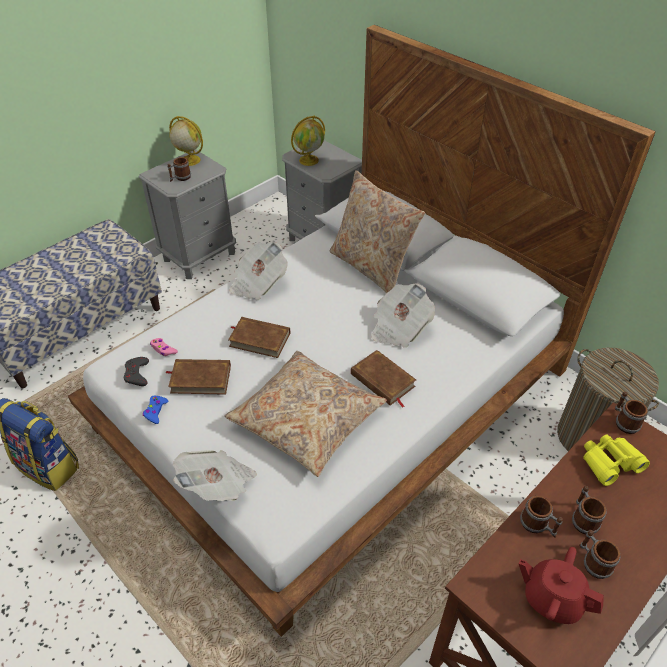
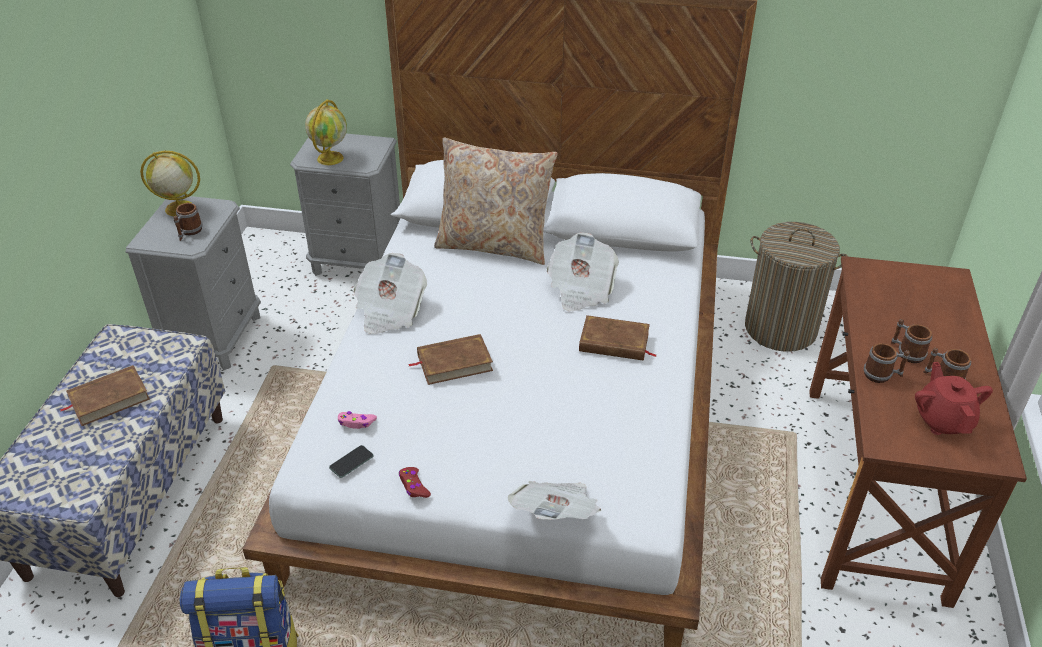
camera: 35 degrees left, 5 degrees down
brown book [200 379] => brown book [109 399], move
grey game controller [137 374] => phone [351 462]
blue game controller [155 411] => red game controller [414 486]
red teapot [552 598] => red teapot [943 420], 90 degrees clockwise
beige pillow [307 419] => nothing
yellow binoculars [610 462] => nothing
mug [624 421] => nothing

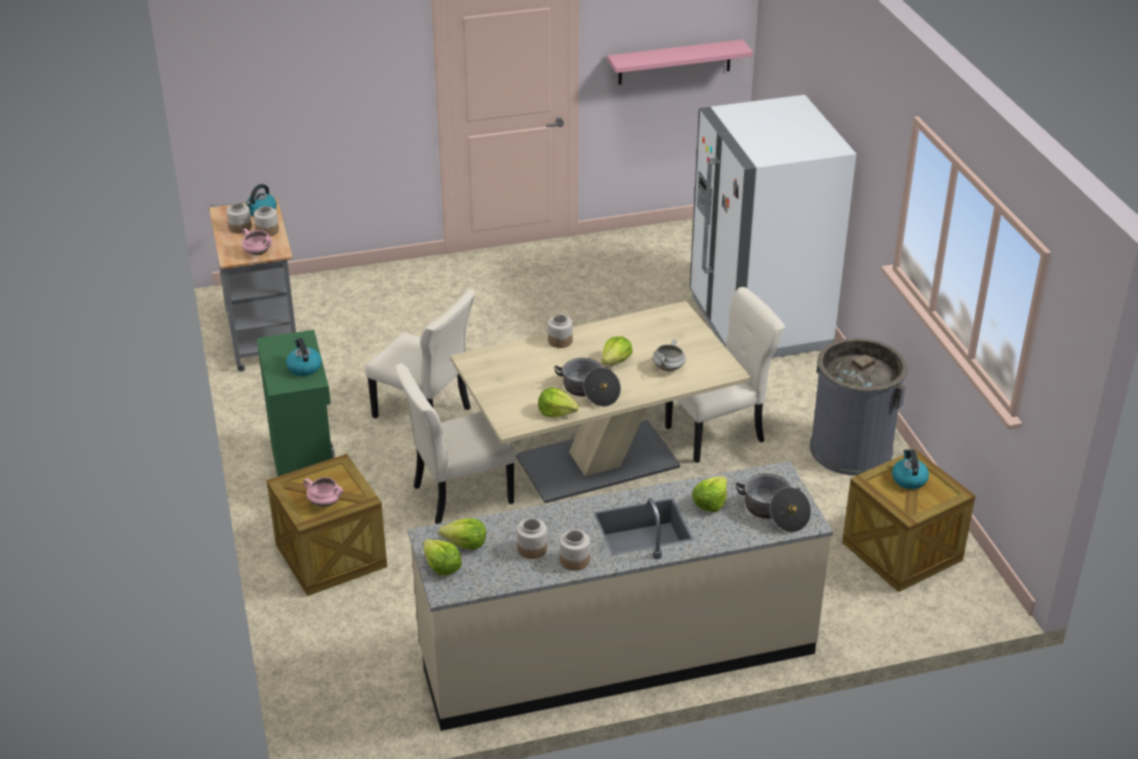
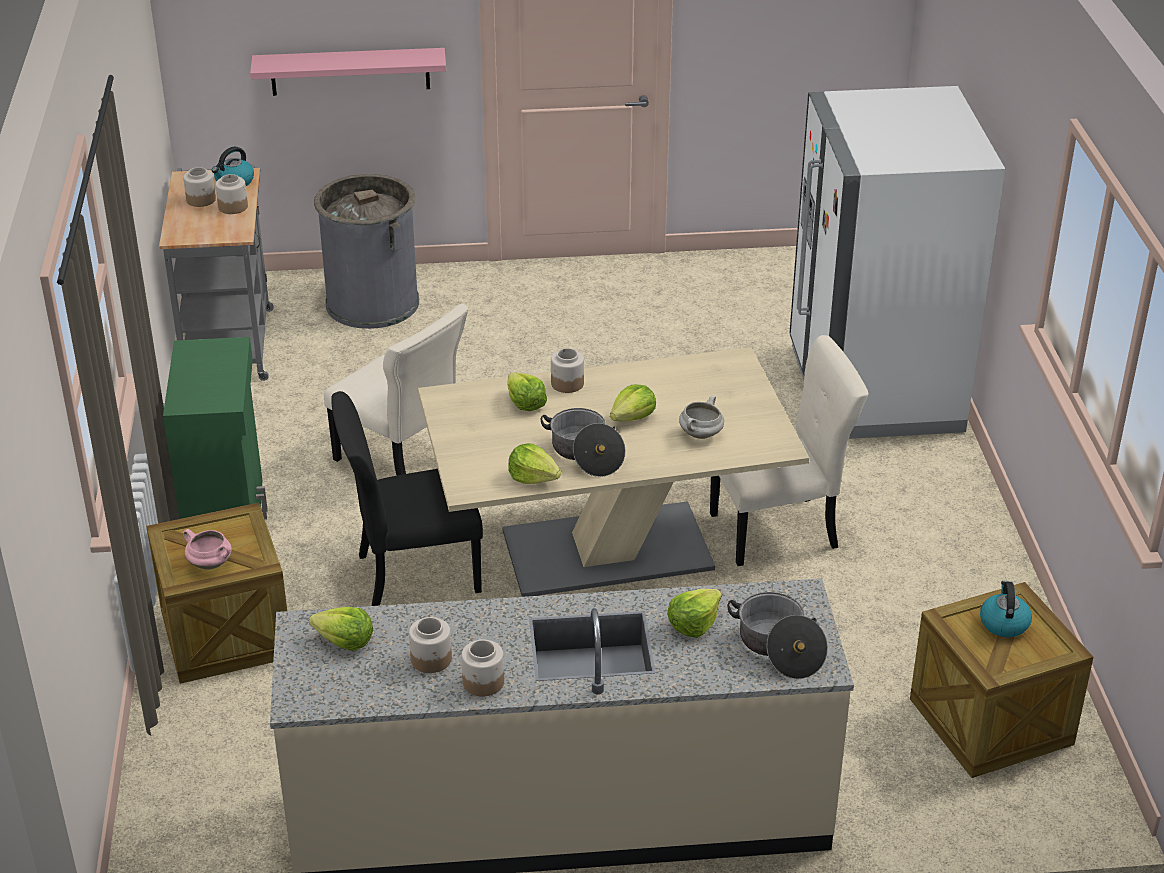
camera: 10 degrees right, 0 degrees up
pink shelf [674 62] => pink shelf [350 71], move
grey trash can [851 449] => grey trash can [372 303], move
beige chair [458 495] => black chair [413 574]
lettuce [441 566] => lettuce [525 403], move
pink cooking pot [257 252] => nothing
kettle [304 367] => nothing

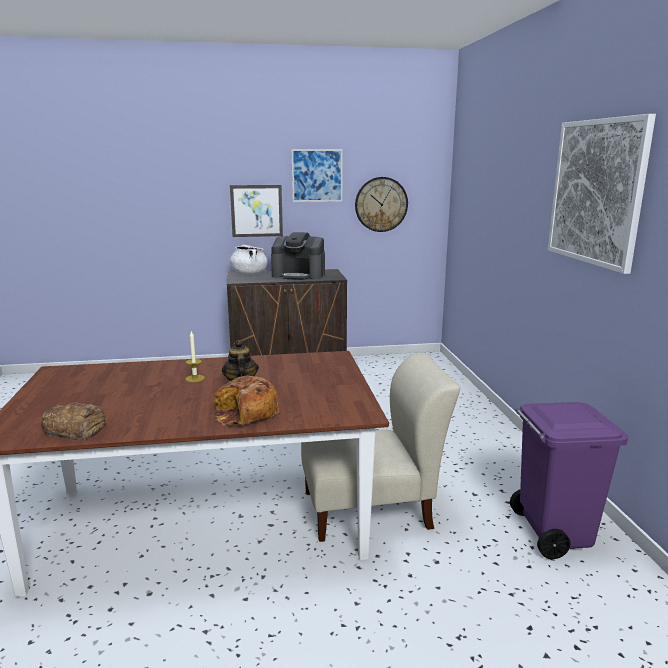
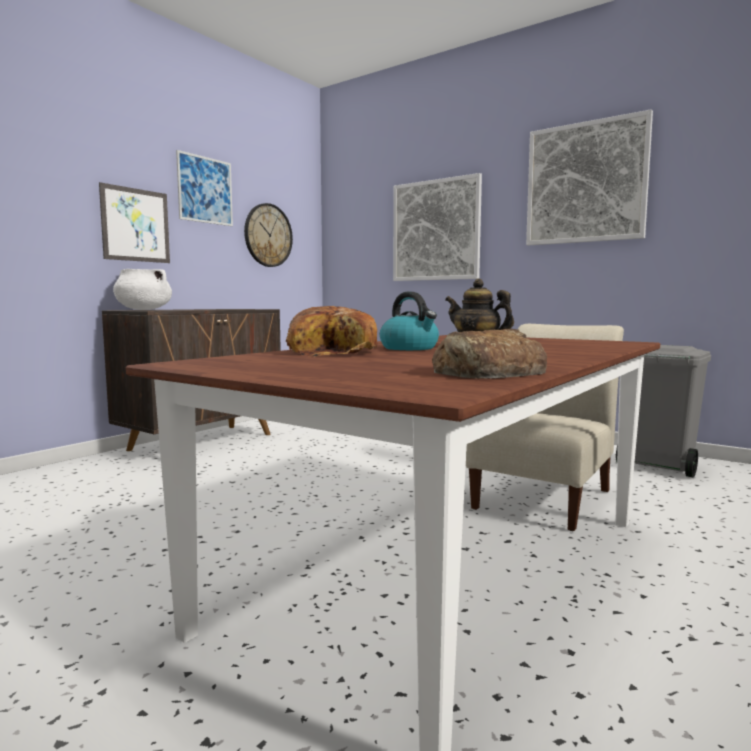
camera: 45 degrees left, 10 degrees down
bread [245 413] => bread [335 352], move
candle [195 378] => kettle [410 348]
nothing => picture [436 230]
purple trash can [553 532] => grey trash can [658 466]
coffee machine [299 275] => nothing

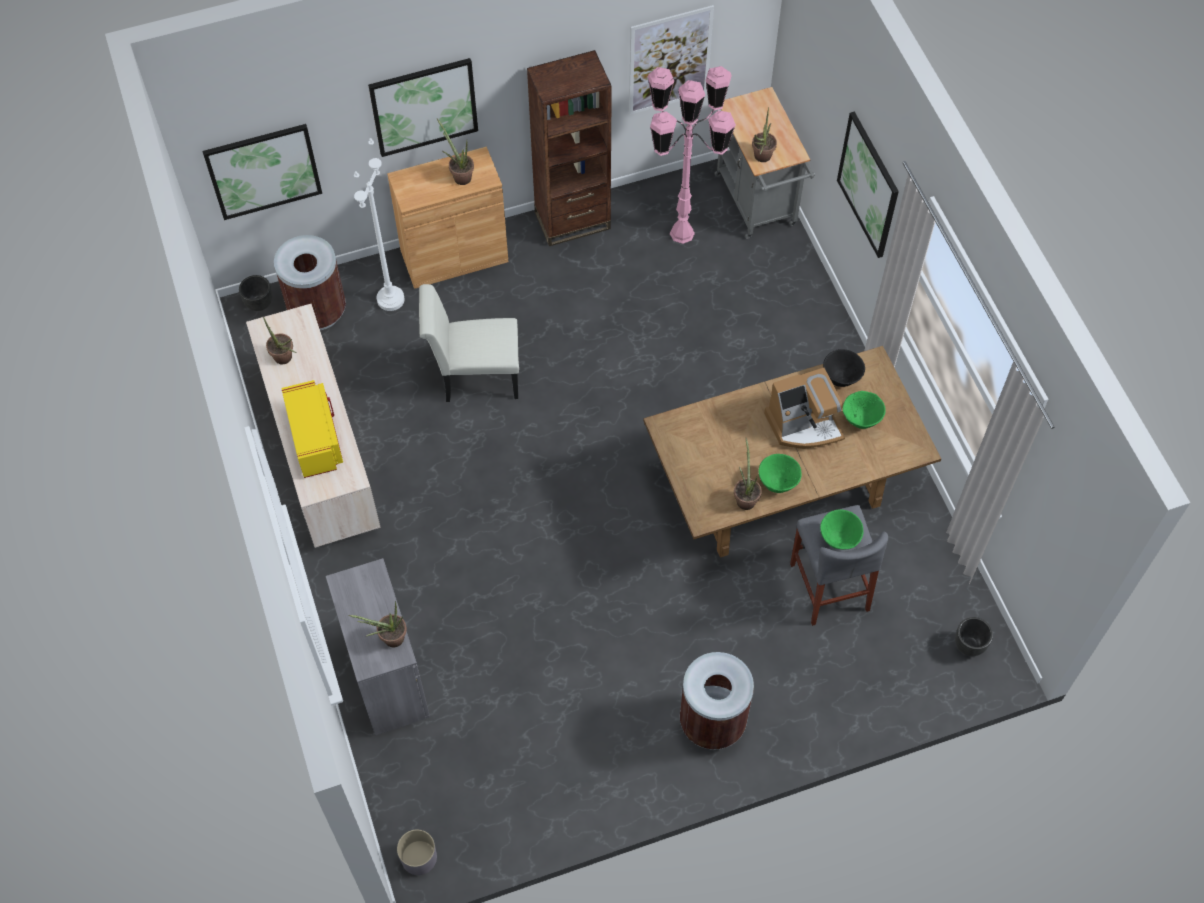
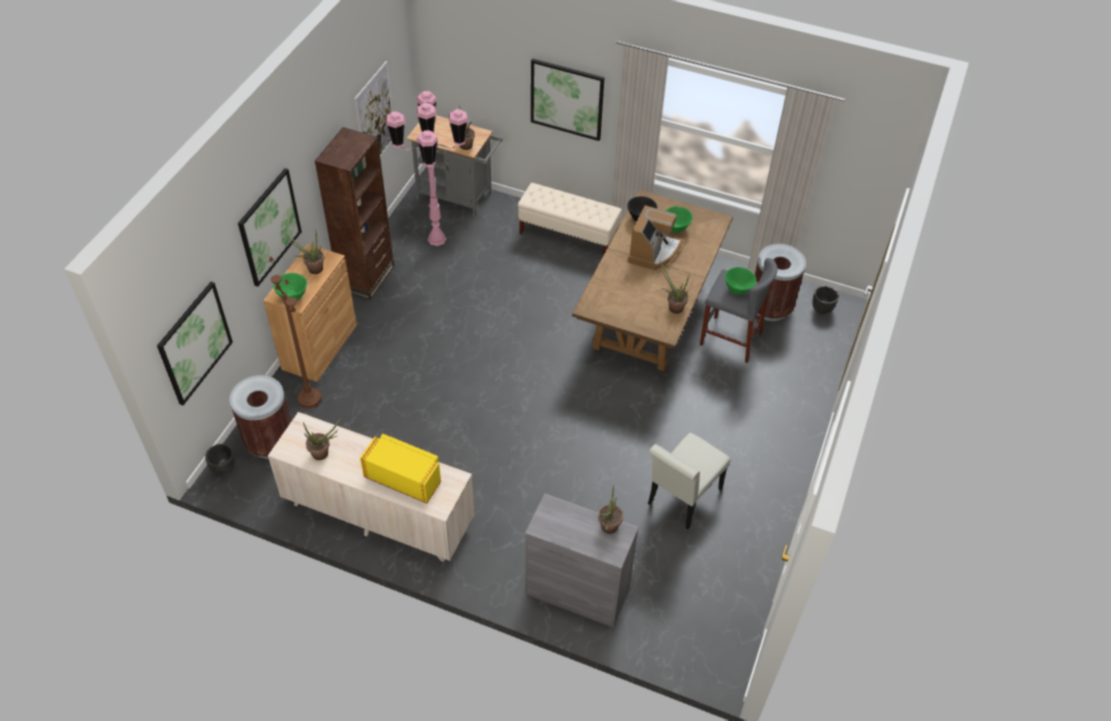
camera: 50 degrees left, 10 degrees down
white floor lamp [390 300] => brown floor lamp [310 399]
green bowl [778 483] => green bowl [293 297], move
nothing => beige bench [568 236]
white chair [474 377] => white chair [681 500], move
brown trash can [712 722] => brown trash can [770 308], move
grey planter [418 857] => nothing

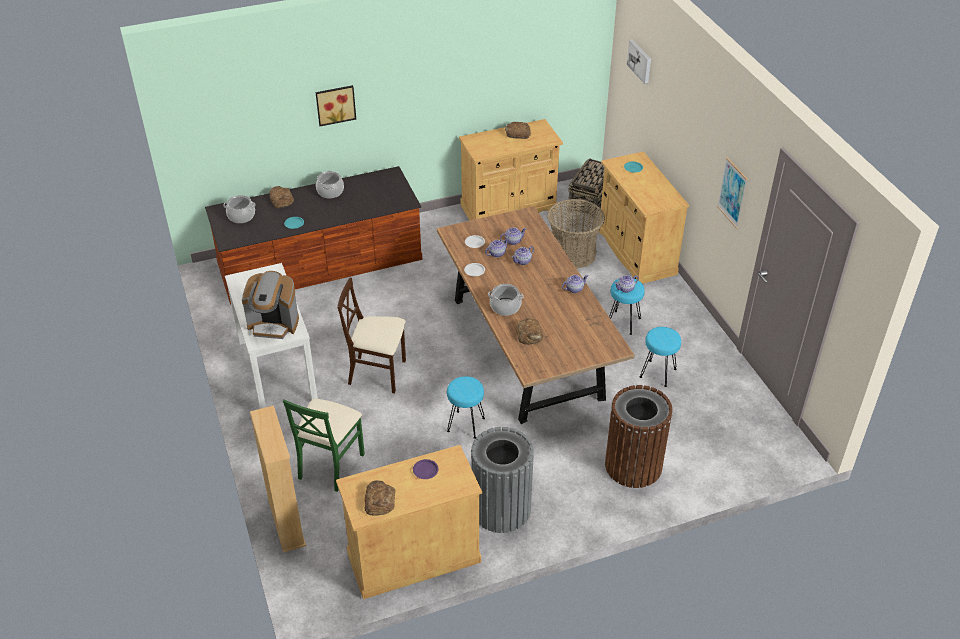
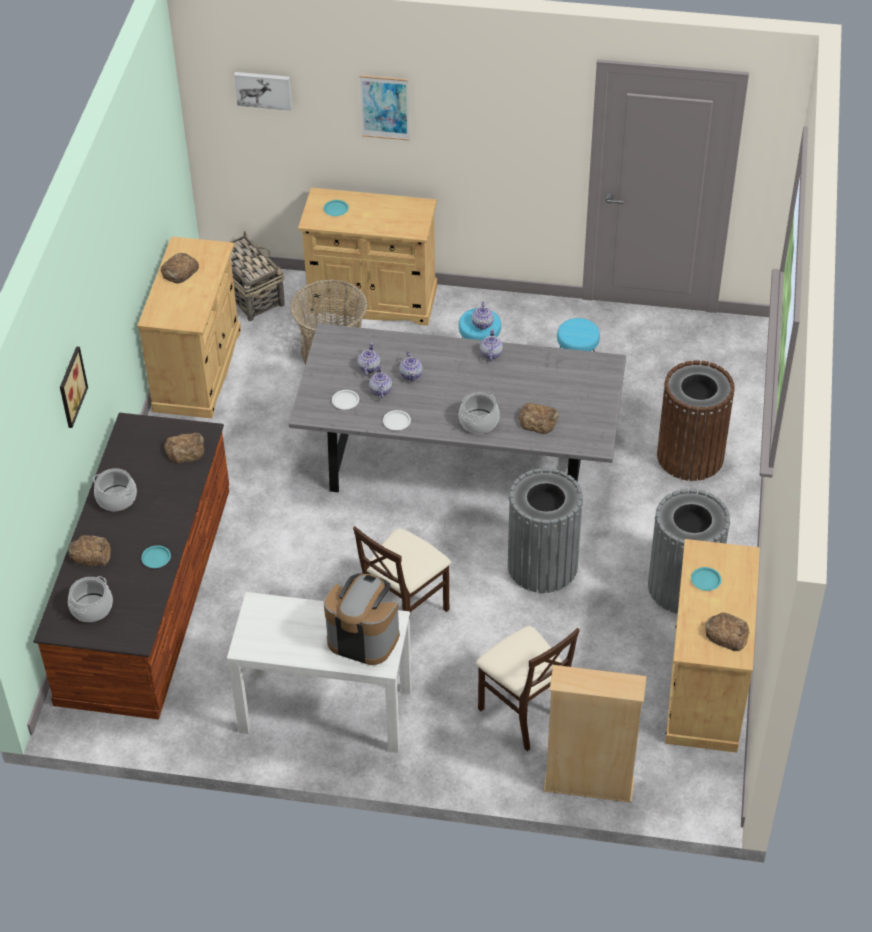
camera: 60 degrees left, 5 degrees up
nothing => bread [185 450]
brown dining table [526 348] => grey dining table [459 463]
coffee machine [273 324] => coffee machine [363 638], 105 degrees counterclockwise
picture [732 192] => picture [385 107], move
green chair [330 464] => beige chair [524 712]
turquoise stool [465 424] => grey trash can [542 565]
purple plate [425 470] => turquoise plate [705 581]

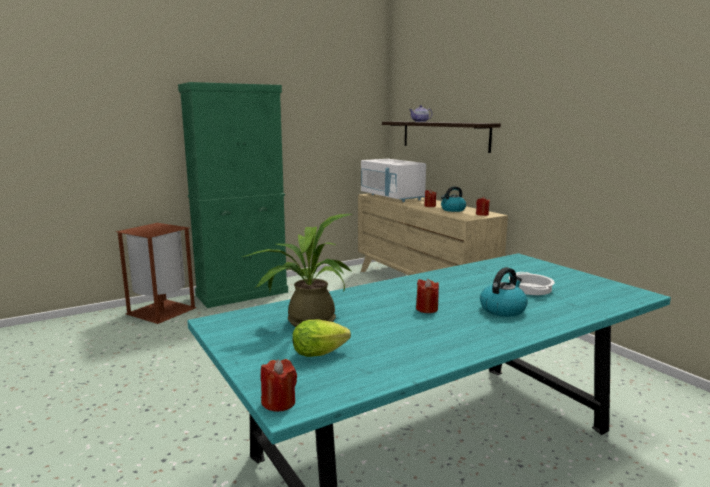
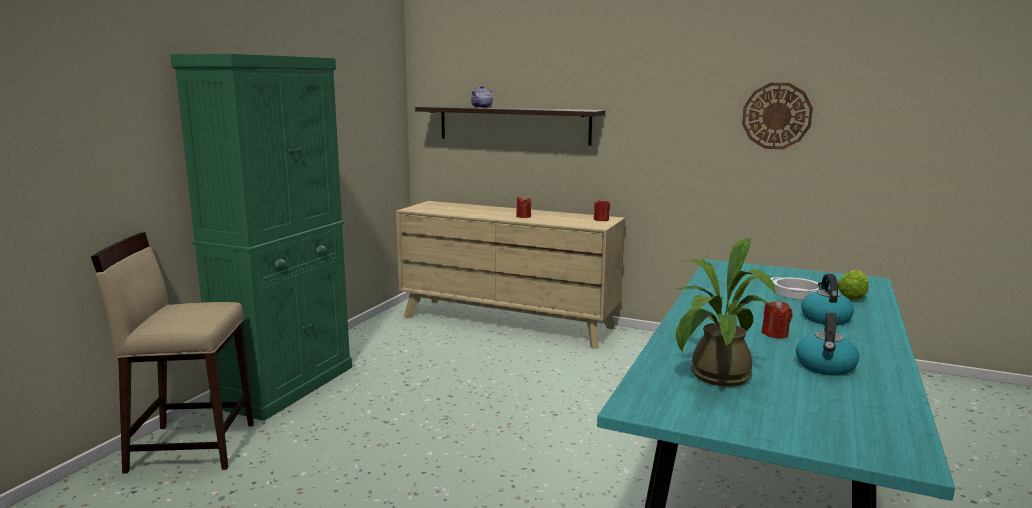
camera: 35 degrees left, 0 degrees up
brown trash can [161 311] => beige stool [191 446]
nothing => wall clock [776 116]
kettle [452 210] => kettle [825 367], move
lettuce [322 353] => lettuce [853 296], move
red candle [279 402] => nothing
white microwave [392 197] => nothing

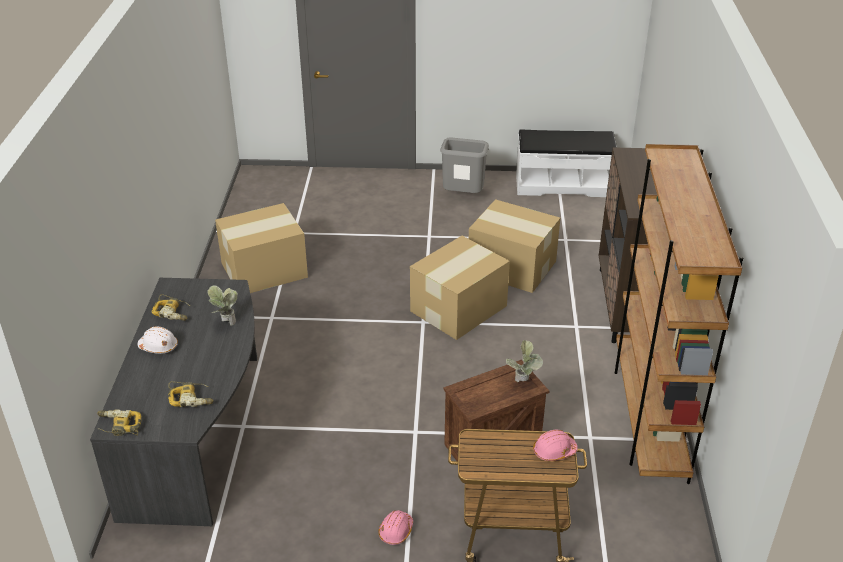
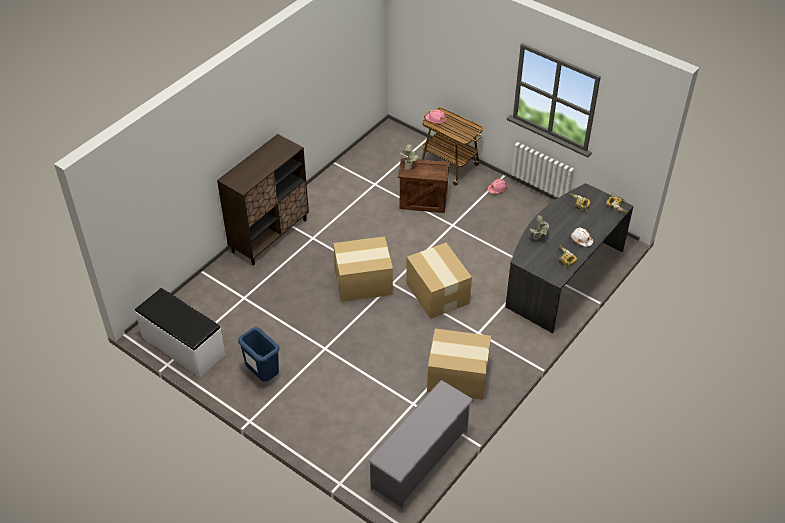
camera: 145 degrees left, 10 degrees up
grey trash can [463 196] => blue trash can [262 374]
nothing => grey shoe rack [420 459]
cardboard box [511 266] => cardboard box [437 294], move
brown bookcase [649 417] => nothing

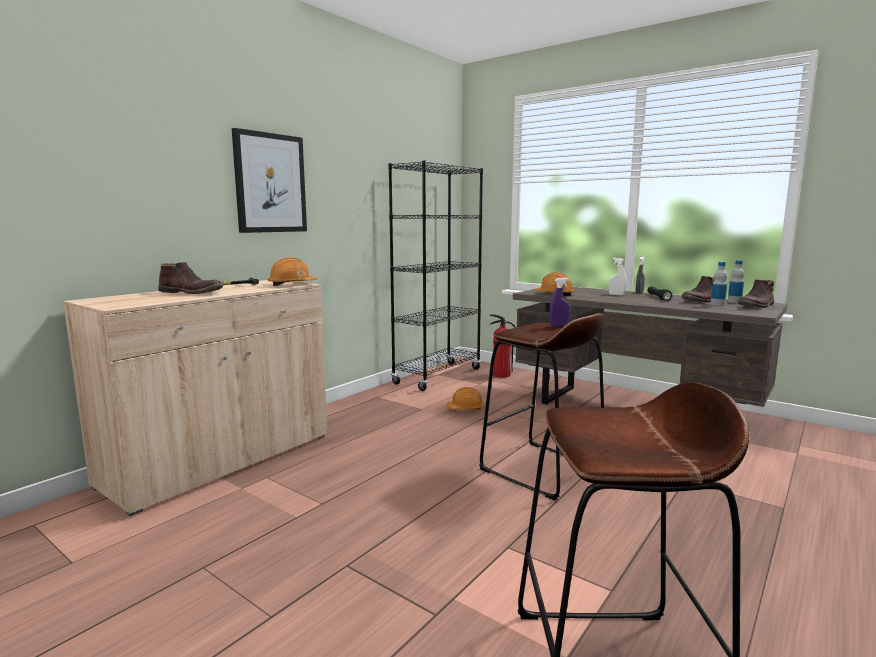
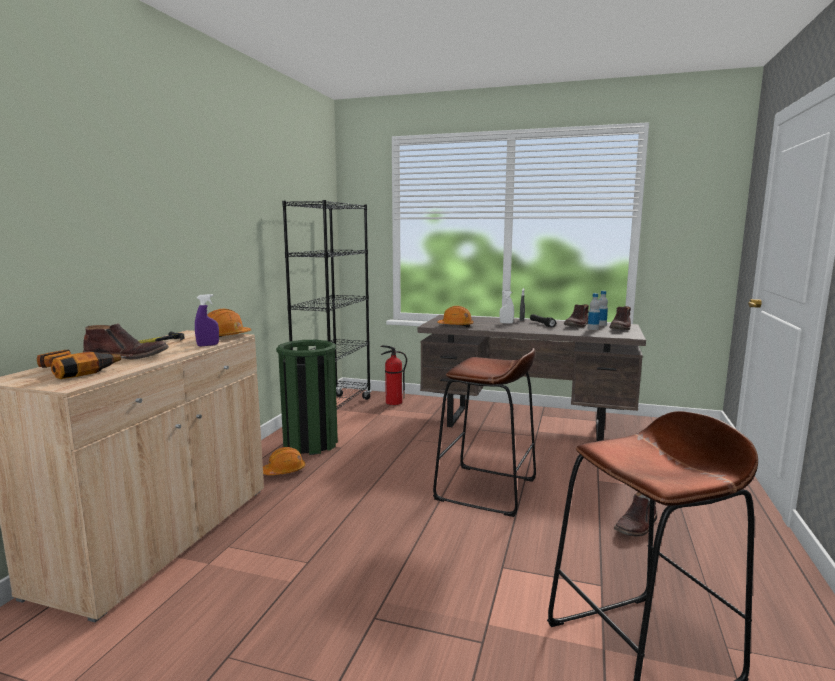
camera: 20 degrees left, 0 degrees up
nothing => power drill [80 370]
purple spray bottle [559 325] => purple spray bottle [208 345], move
orange hard hat [465 408] => orange hard hat [284 471], move
nothing => green trash can [310 444]
nothing => brown boot [636 526]
picture [270 183] => nothing

